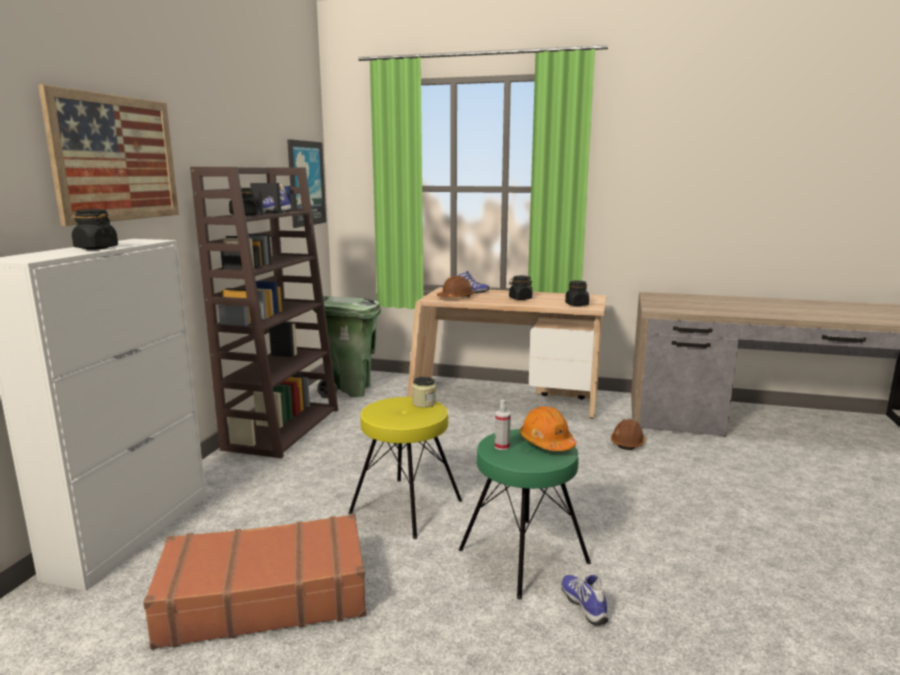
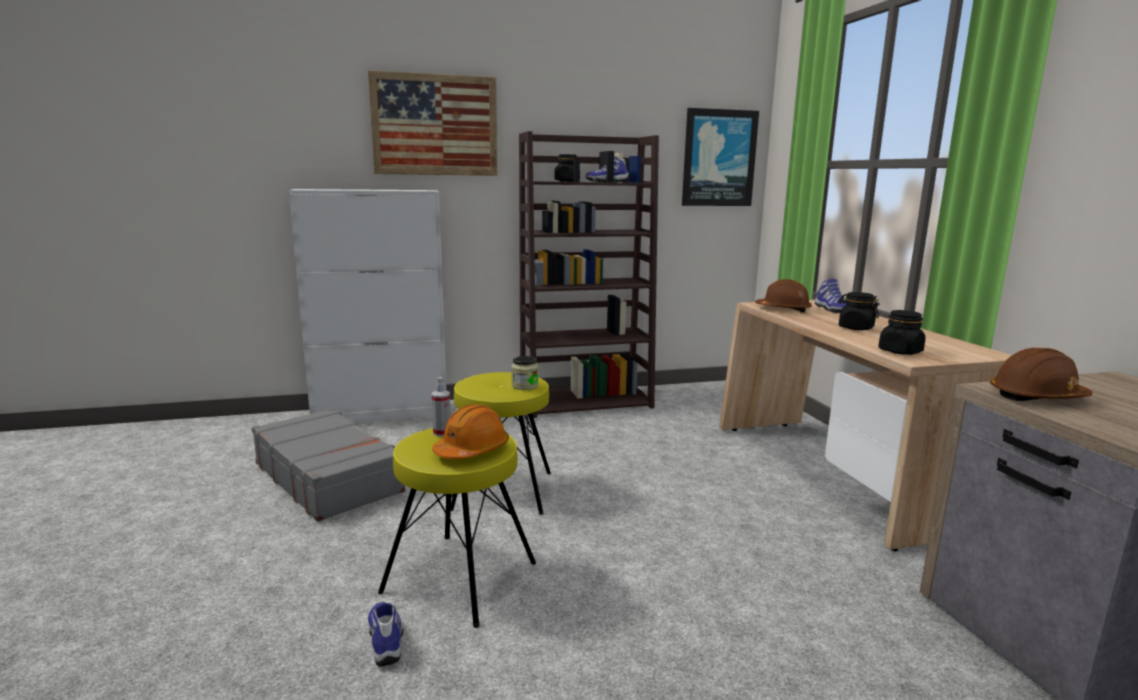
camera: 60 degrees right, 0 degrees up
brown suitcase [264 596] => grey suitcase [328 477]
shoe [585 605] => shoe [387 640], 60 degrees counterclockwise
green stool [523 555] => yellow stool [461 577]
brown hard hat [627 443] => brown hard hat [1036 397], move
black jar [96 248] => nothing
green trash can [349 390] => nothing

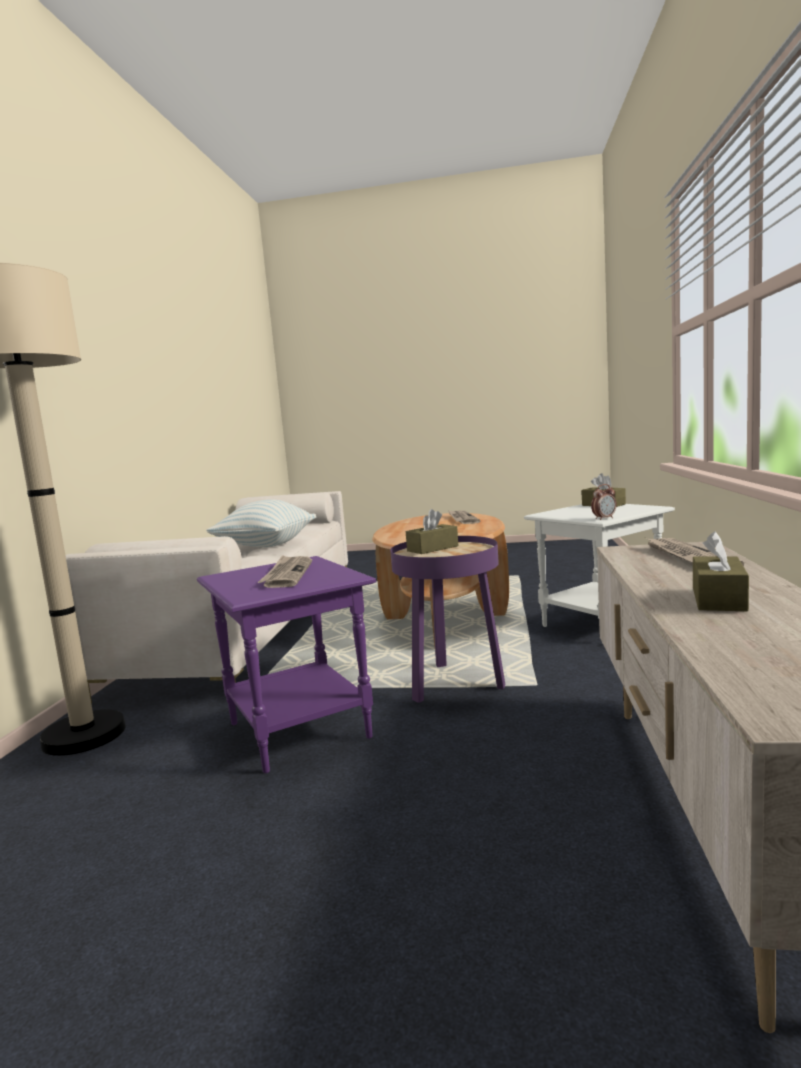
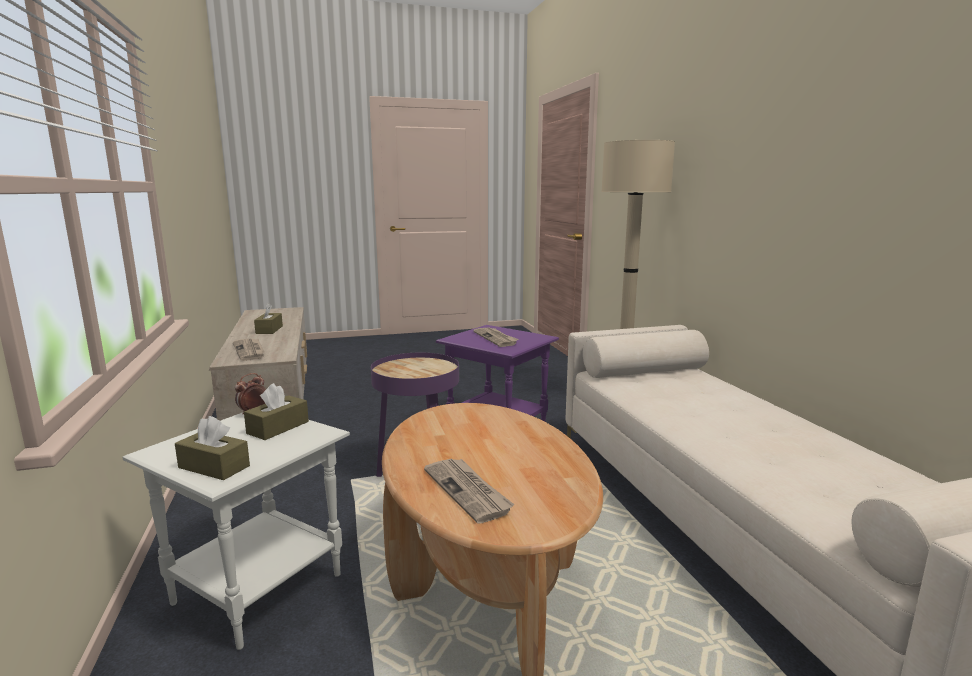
camera: 155 degrees right, 5 degrees up
brown tissue box [432 548] => brown tissue box [278 427], move
pillow [266 545] => nothing

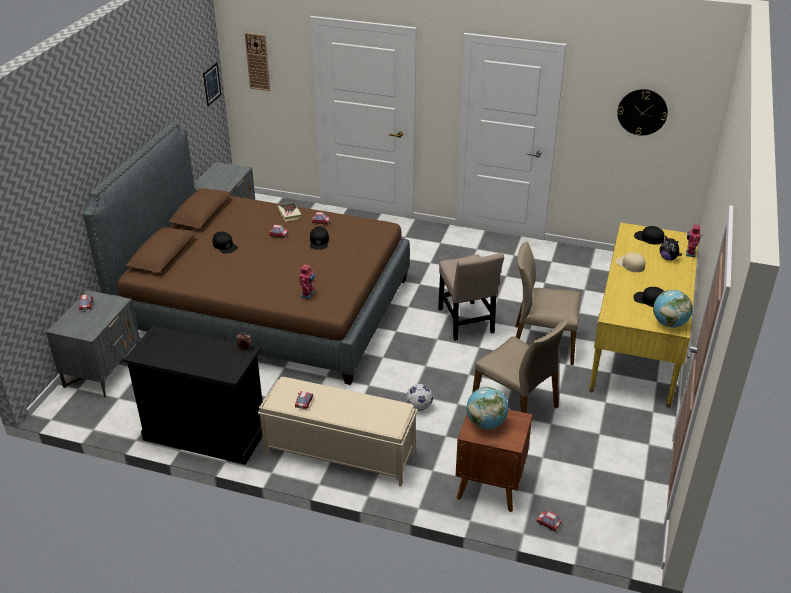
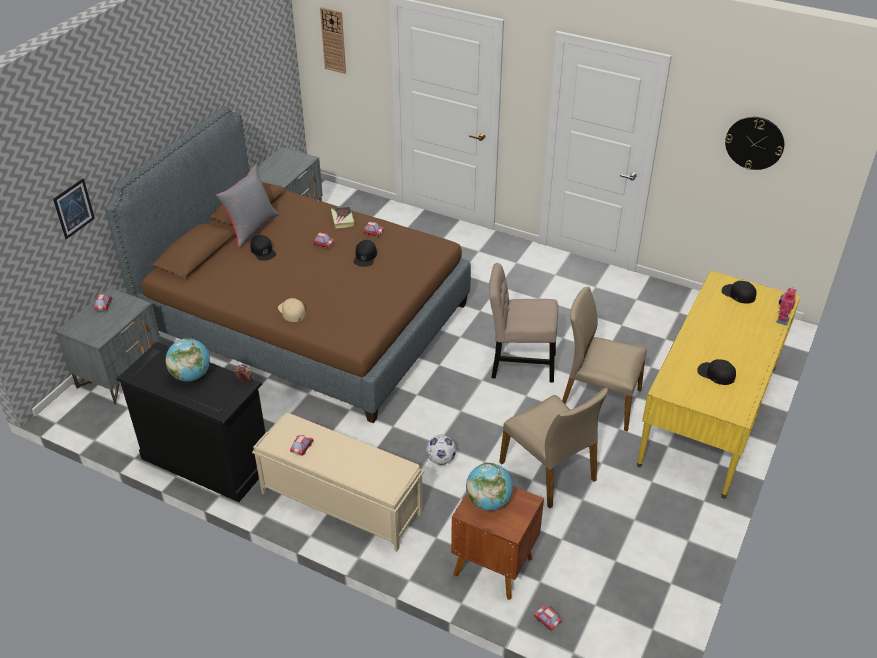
camera: 10 degrees right, 5 degrees up
picture [211 84] => picture [74 208], move
globe [669 323] => globe [191 375], move
nothing => grey pillow [252 228]
beige cap [630 264] => beige cap [291 311], move
beige chair [466 323] => beige chair [519 364], 105 degrees clockwise
toy robot [308 295] => nothing
plush toy [668 258] => nothing

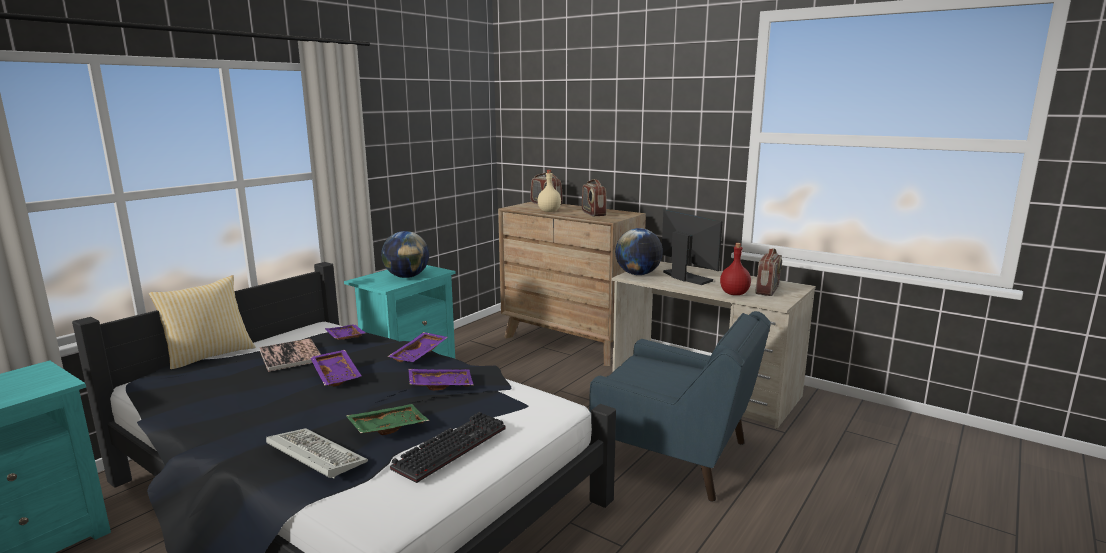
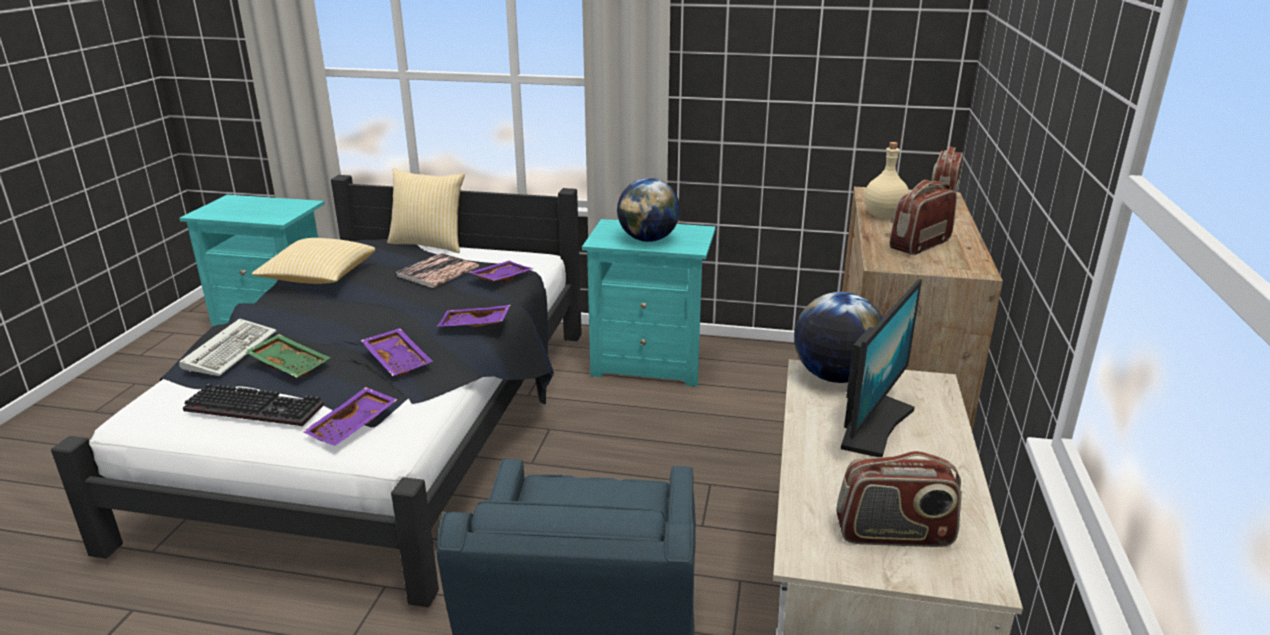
camera: 65 degrees right, 10 degrees up
nothing => pillow [318 278]
purple tray [337 374] => purple tray [354 426], move
red bottle [733 293] => nothing

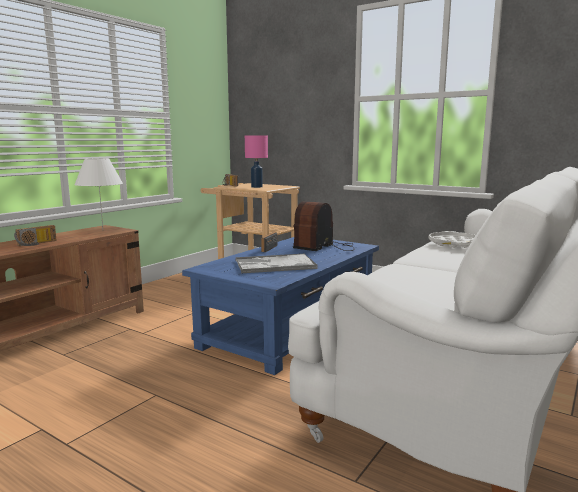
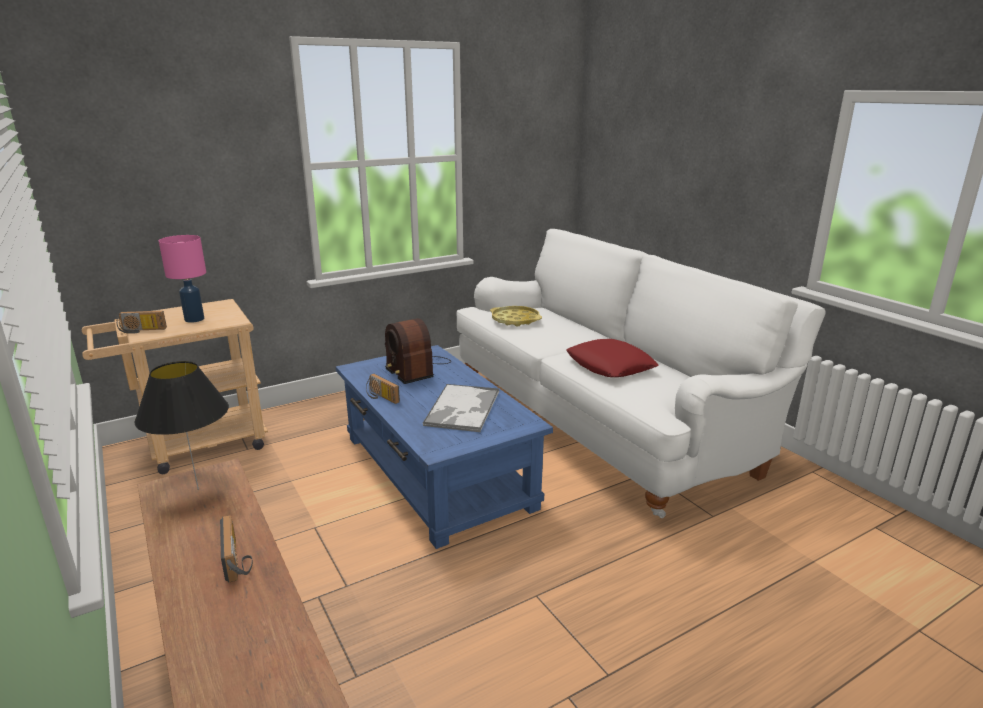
camera: 65 degrees left, 10 degrees up
white table lamp [103 230] => black table lamp [197 489]
white tray [454 244] => yellow tray [515 320]
nothing => red pillow [610 366]

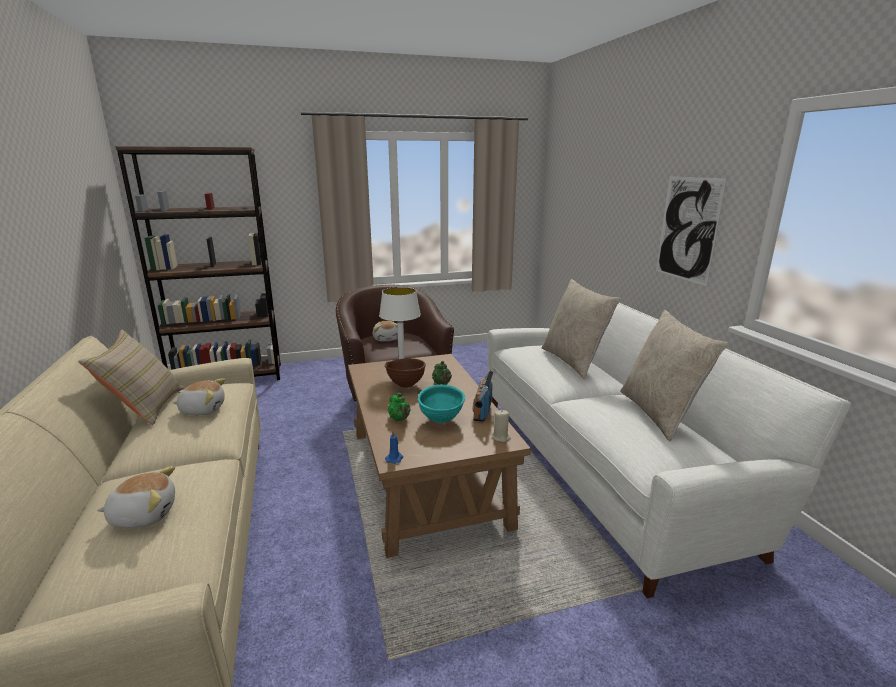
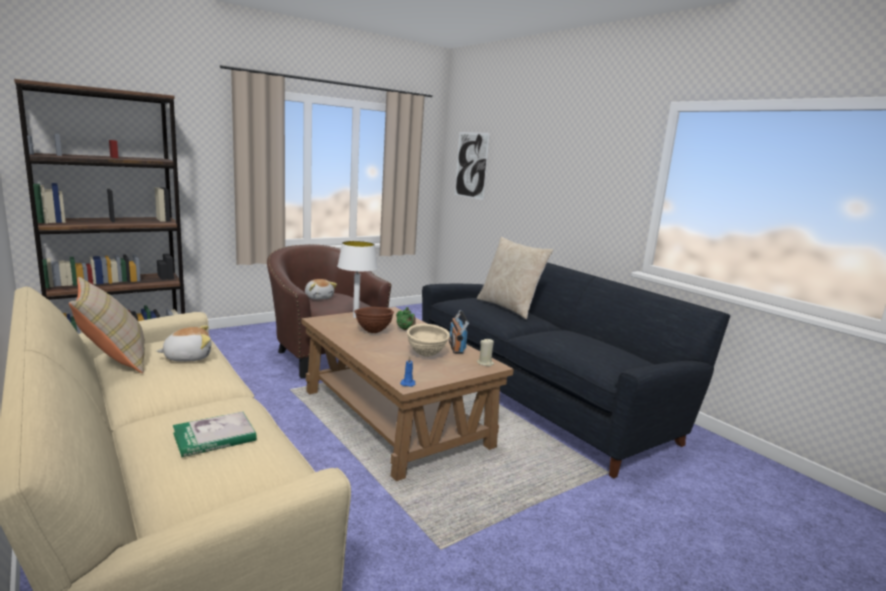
camera: 20 degrees left, 5 degrees down
plush toy [144 514] => book [214 437]
turquoise bowl [441 420] => beige bowl [426 355]
white sofa [606 465] => black sofa [543 396]
picture [688 229] => picture [471 165], move
green teapot [399 419] => nothing
beige pillow [660 414] => nothing

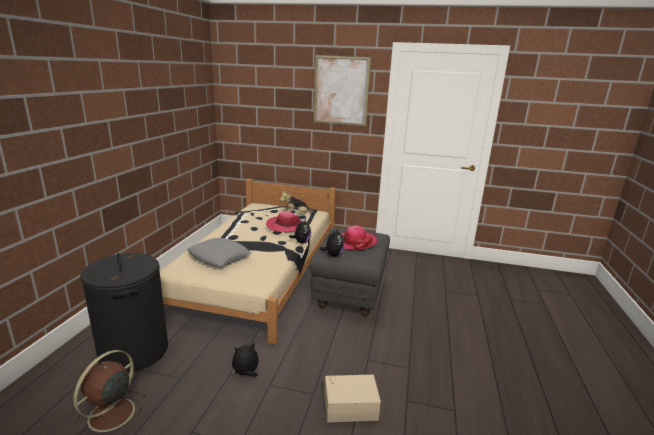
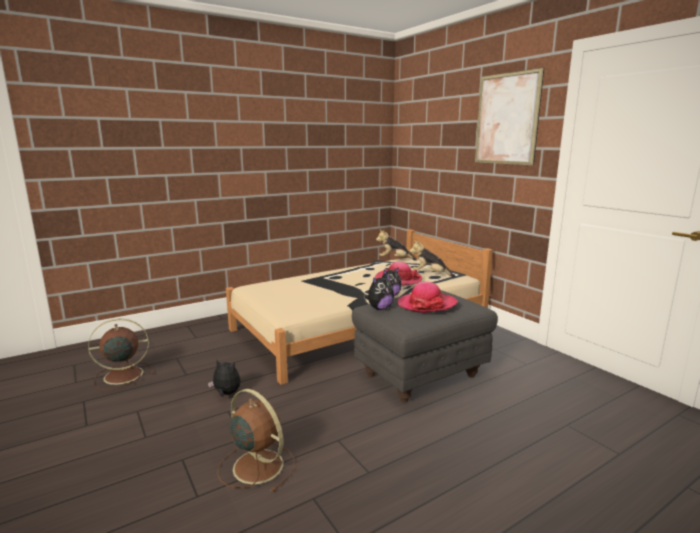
camera: 45 degrees right, 5 degrees down
beige storage box [350 405] => brown fan [256 465]
nothing => plush toy [394 259]
black laundry basket [133 351] => nothing
grey pillow [219 257] => nothing

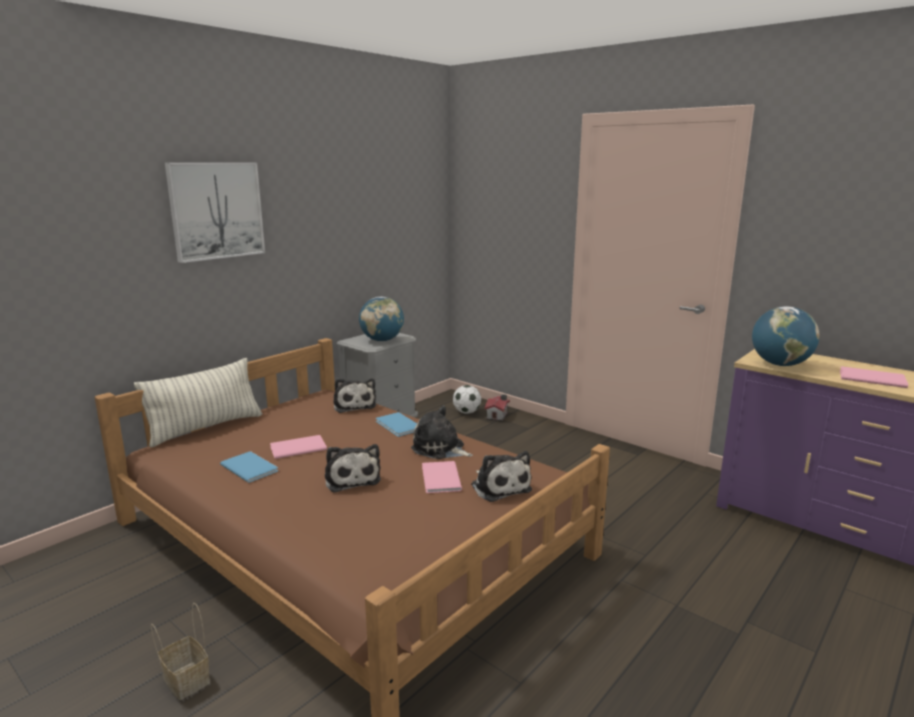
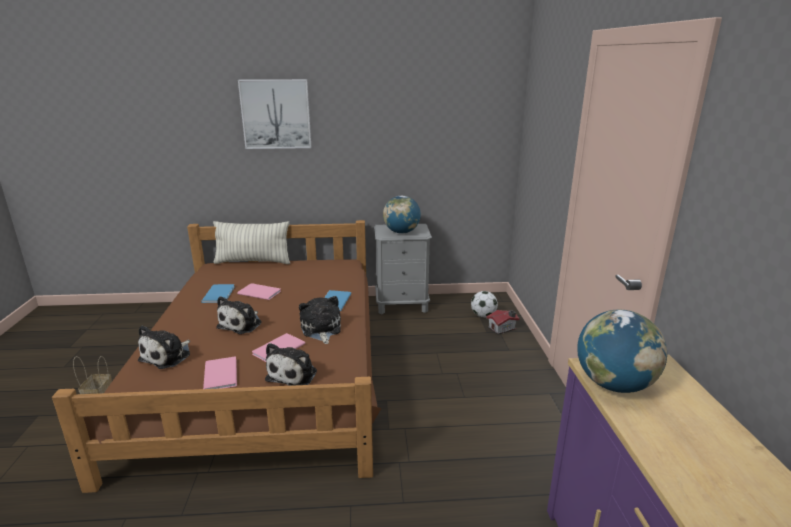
camera: 45 degrees right, 5 degrees up
plush toy [354 405] => plush toy [167 356], move
pink book [870 378] => pink book [222 373], move

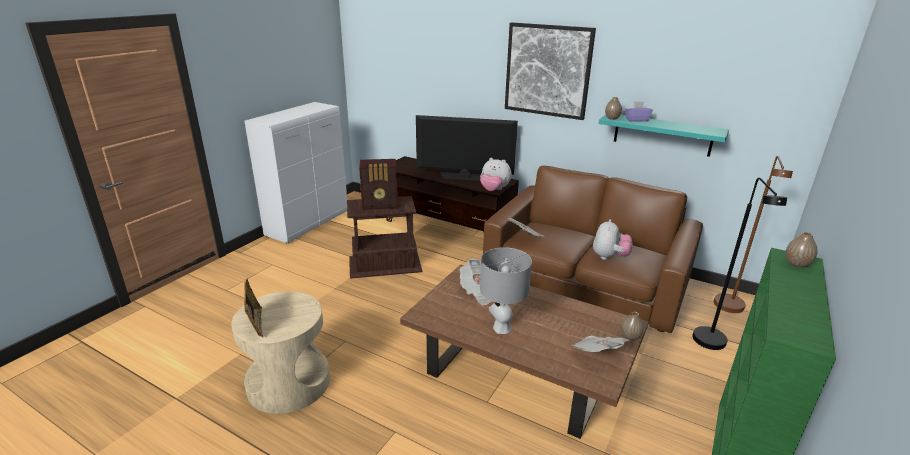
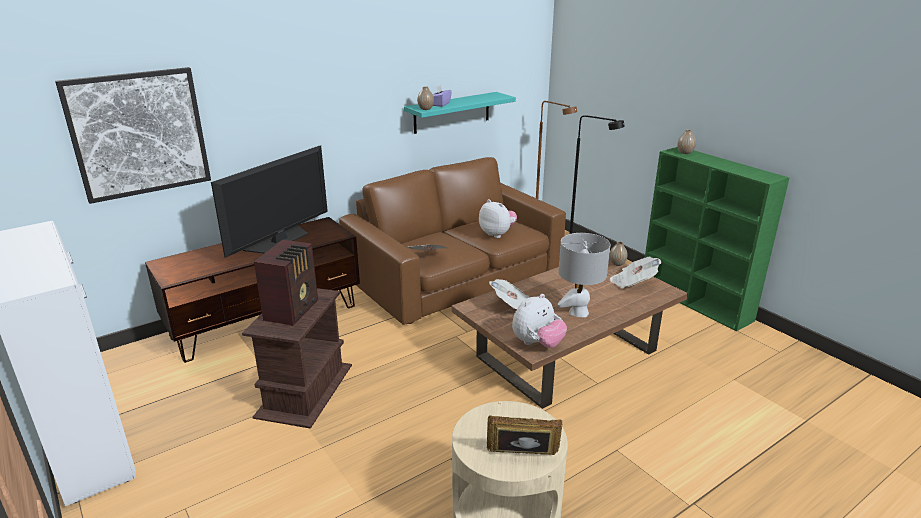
camera: 65 degrees left, 0 degrees up
picture [547 70] => picture [139 134], move
plush toy [494 190] => plush toy [537 344], move

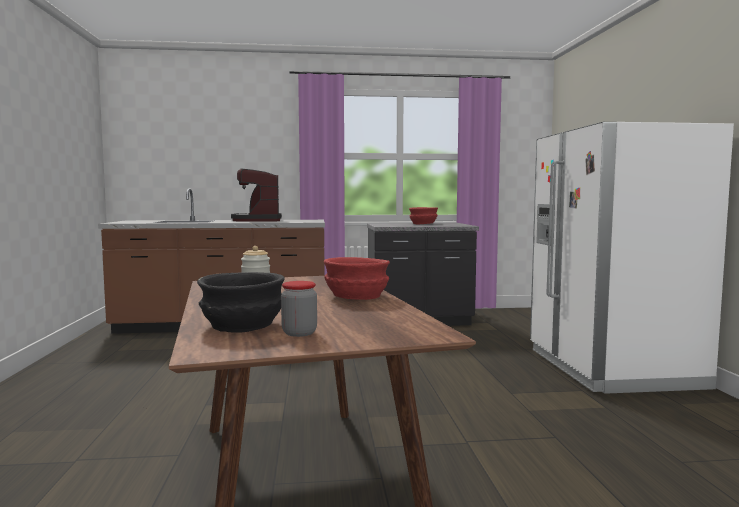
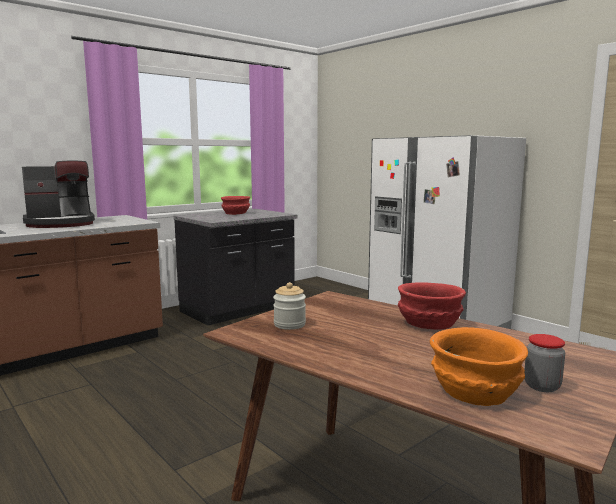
camera: 35 degrees left, 5 degrees up
coffee machine [258 220] => coffee machine [61 224], 75 degrees counterclockwise
black bowl [244 325] => orange bowl [476 390]

